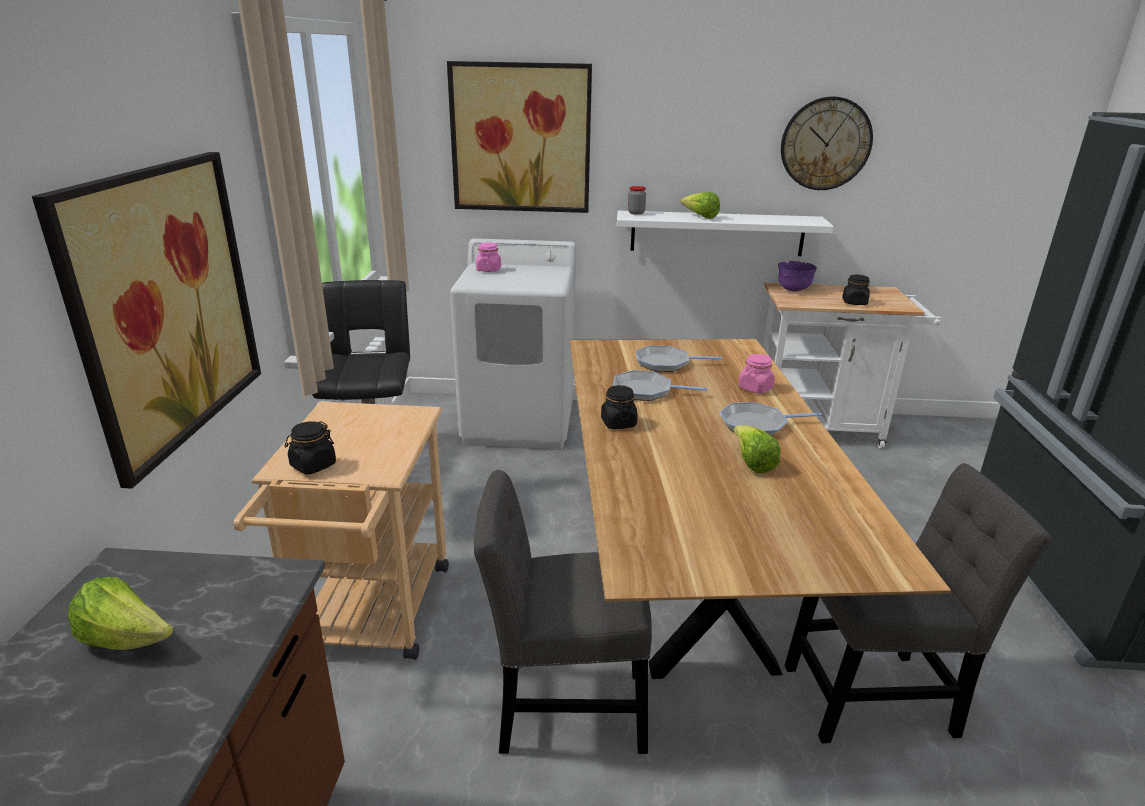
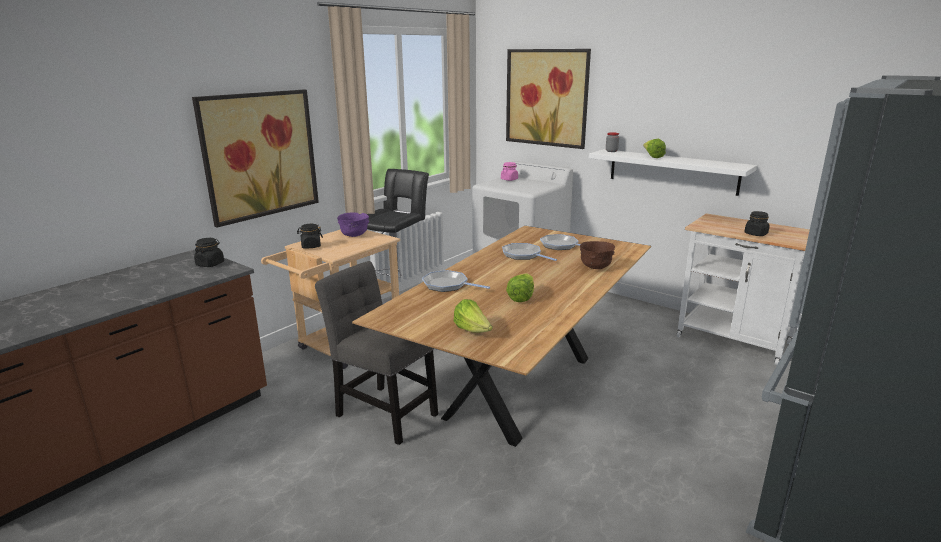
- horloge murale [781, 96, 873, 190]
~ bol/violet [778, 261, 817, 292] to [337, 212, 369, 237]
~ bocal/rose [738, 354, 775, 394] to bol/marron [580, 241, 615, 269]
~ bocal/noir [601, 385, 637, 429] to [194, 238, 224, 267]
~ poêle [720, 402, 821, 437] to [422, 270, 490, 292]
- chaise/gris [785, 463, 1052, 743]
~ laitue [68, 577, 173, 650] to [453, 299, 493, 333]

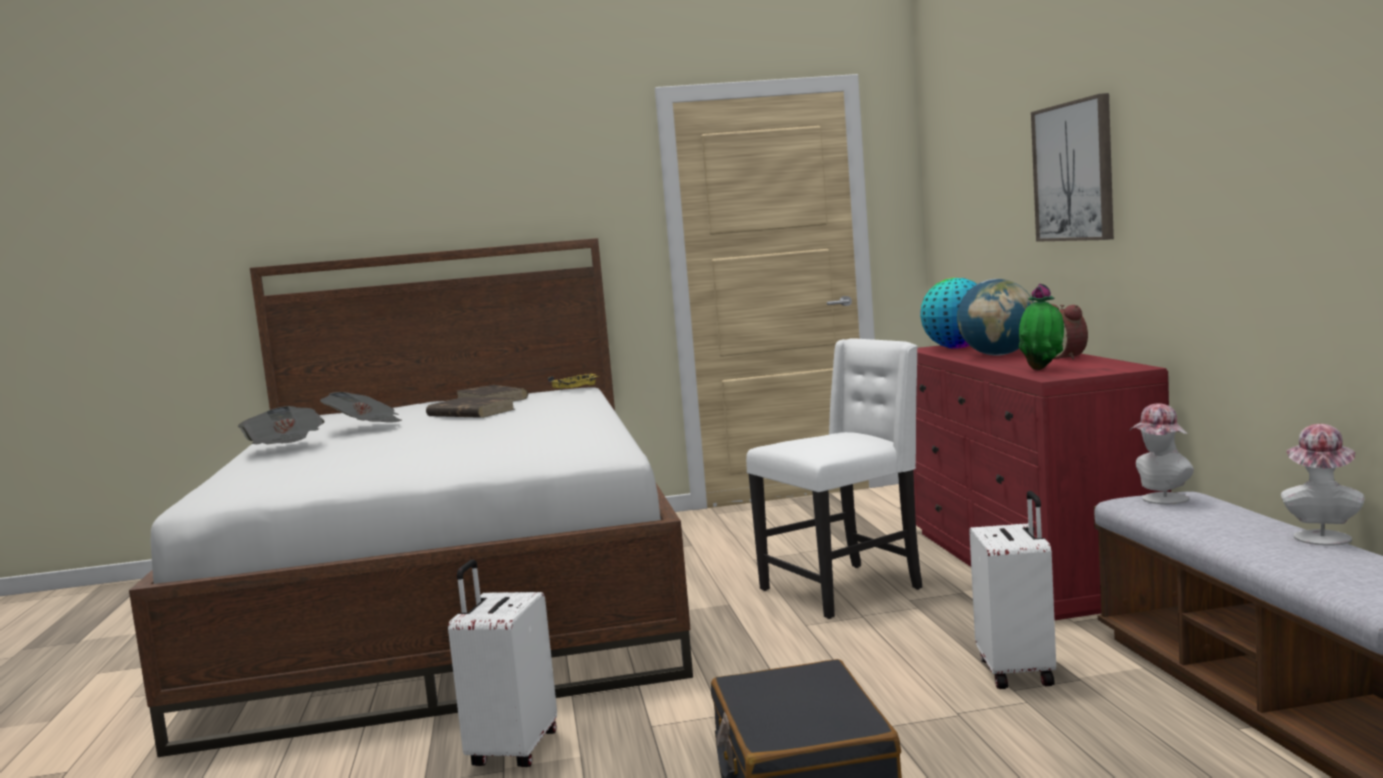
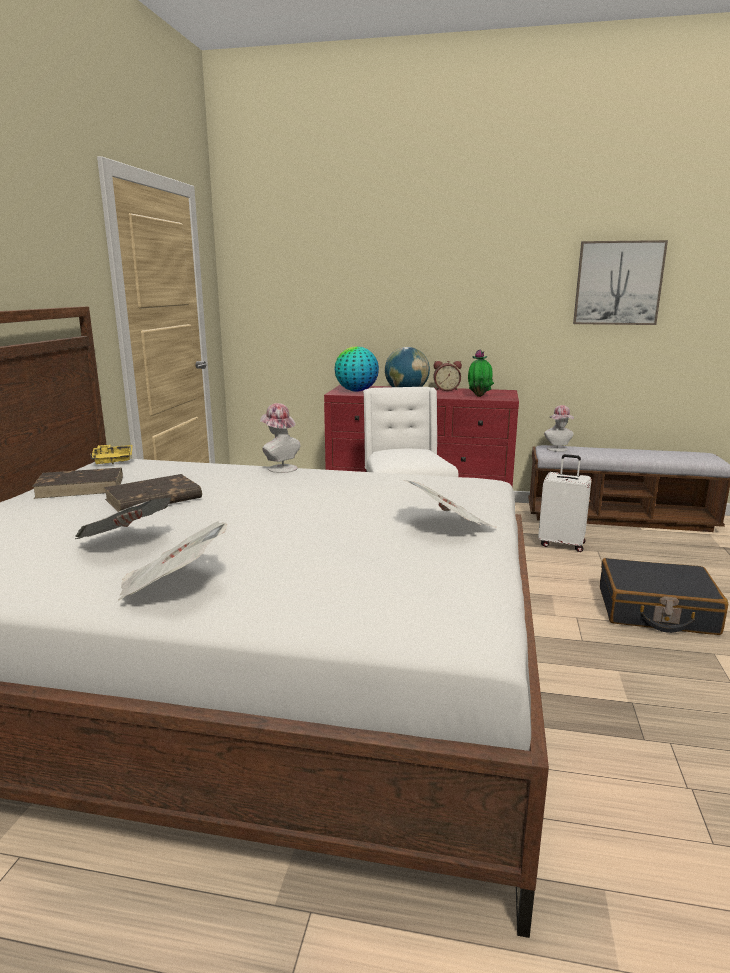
~ tableau [1031, 93, 1114, 242] to [573, 240, 668, 325]
~ chapeau [1281, 424, 1365, 546] to [260, 403, 301, 473]
- valise/blanc [448, 559, 557, 767]
+ journal [404, 480, 495, 527]

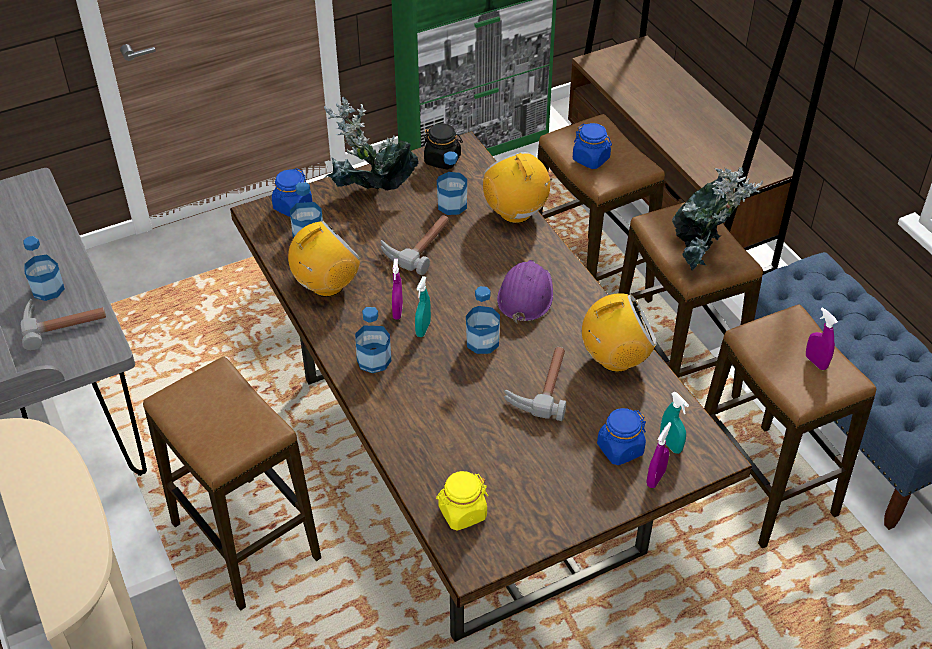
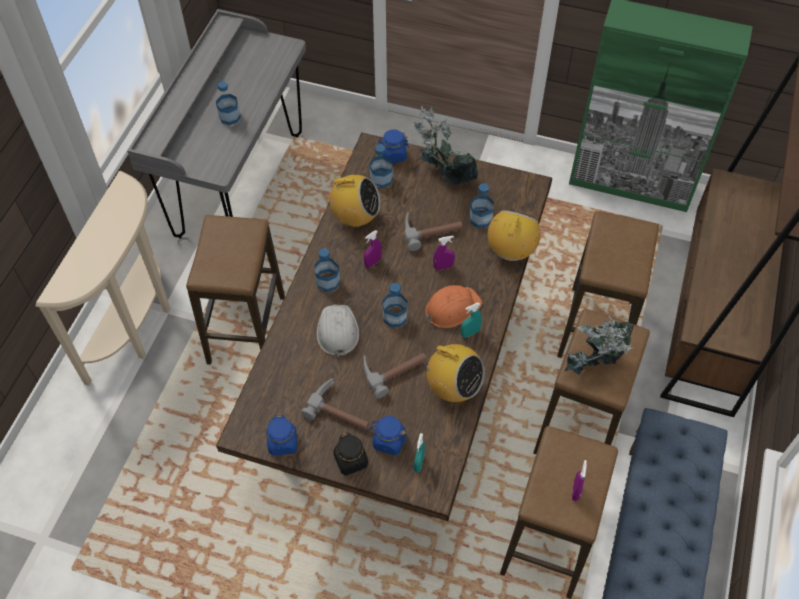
~ bocal/bleu [573, 123, 612, 169] to [267, 414, 297, 455]
~ bocal/noir [423, 124, 463, 170] to [333, 433, 368, 475]
~ casque de chantier/violet [497, 260, 553, 324] to casque de chantier/orange [426, 285, 482, 328]
~ vaporisateur/turquoise [415, 276, 431, 337] to [461, 303, 482, 338]
~ marteau [21, 299, 106, 351] to [301, 378, 369, 430]
~ vaporisateur/violet [647, 422, 671, 488] to [433, 236, 455, 270]
- bocal/jaune [436, 471, 488, 531]
+ casque de chantier/blanc [316, 304, 359, 358]

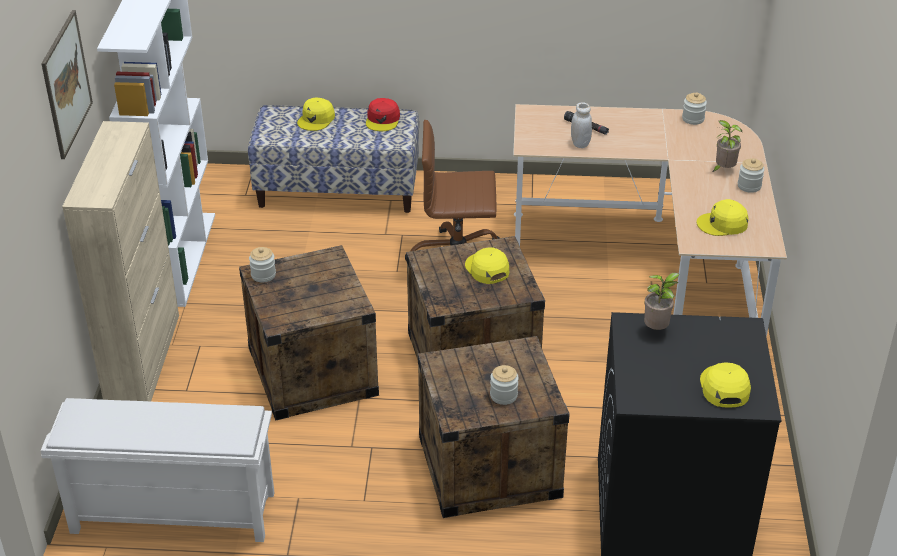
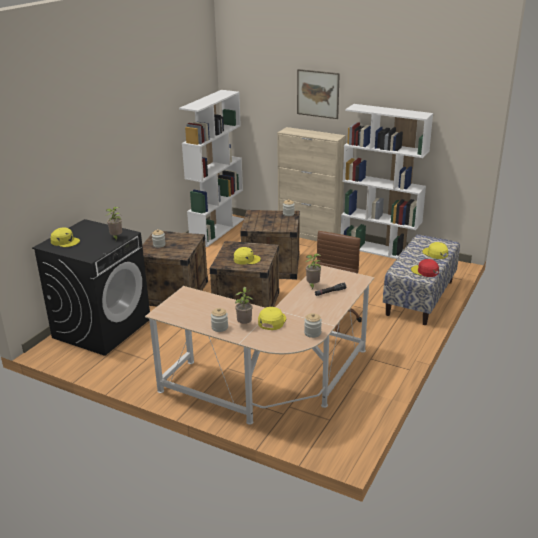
~ bocal/blanc [571, 102, 592, 148] to plante en pot [305, 253, 321, 289]
~ casquette/jaune [696, 199, 749, 236] to [258, 307, 286, 330]
~ étagère à chaussures/blanc [41, 398, 274, 542] to bibliothèque/blanc [179, 90, 244, 247]

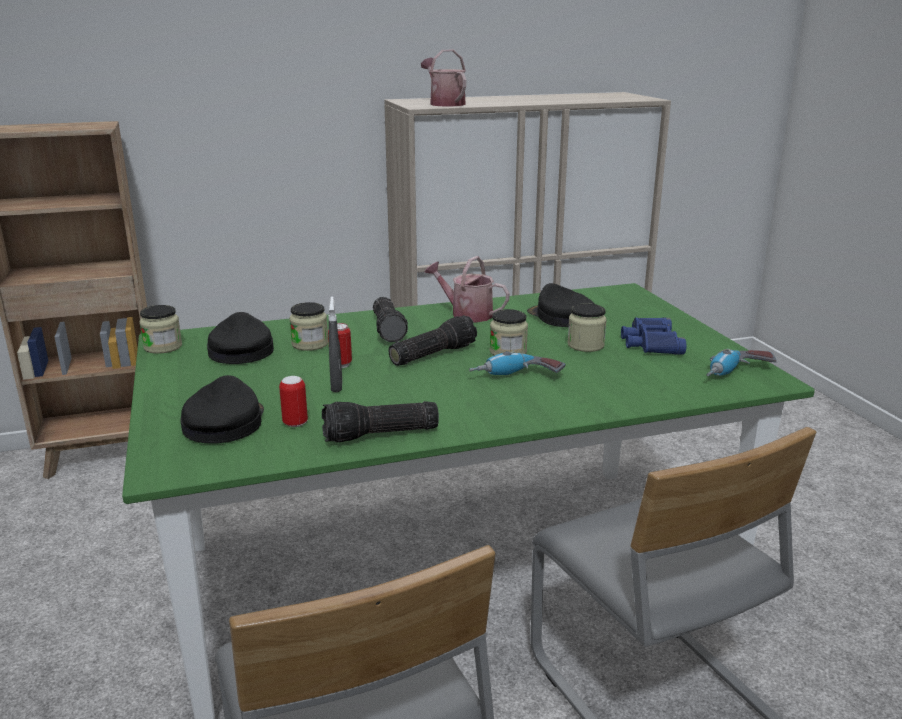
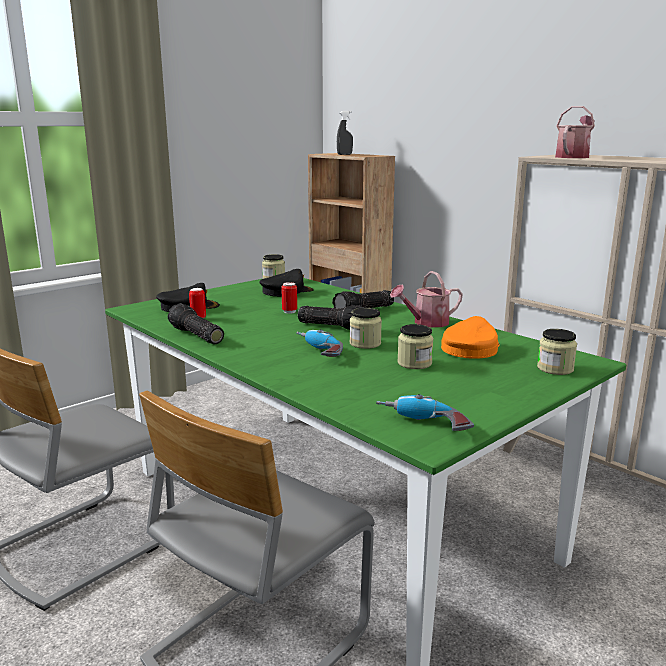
~ arrosoir [424, 256, 510, 323] = [390, 271, 463, 328] 120 degrees counterclockwise
~ casquette/noir [527, 283, 595, 327] to casquette/orange [441, 316, 500, 359]
~ vaporisateur/gris [328, 297, 342, 392] to [337, 111, 353, 155]
~ bocal [289, 302, 328, 351] to [537, 329, 577, 375]
- jumelles/bleu [621, 318, 686, 355]

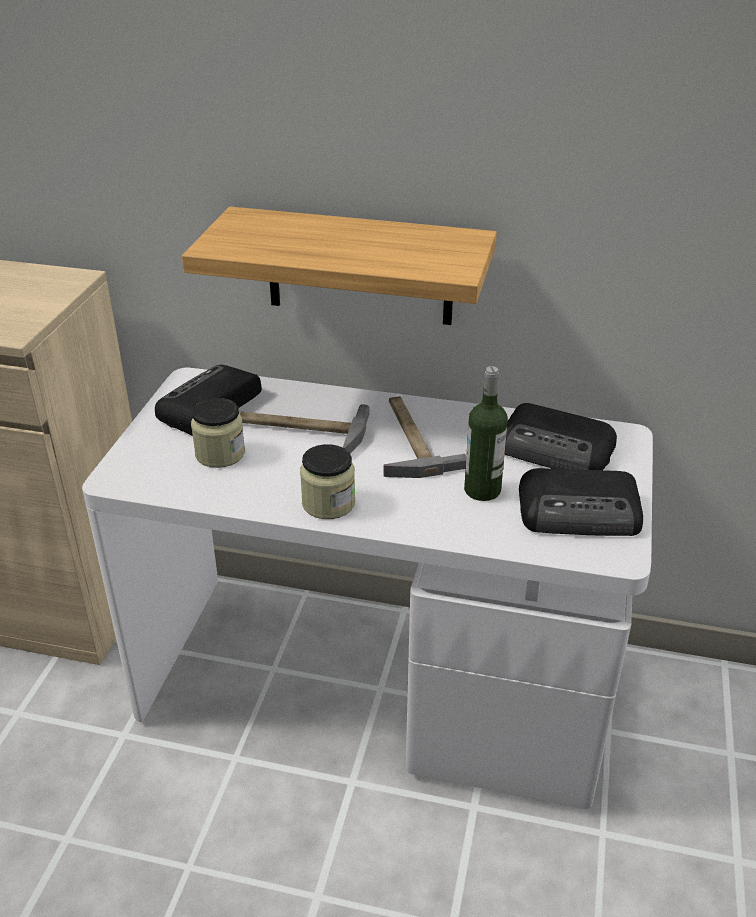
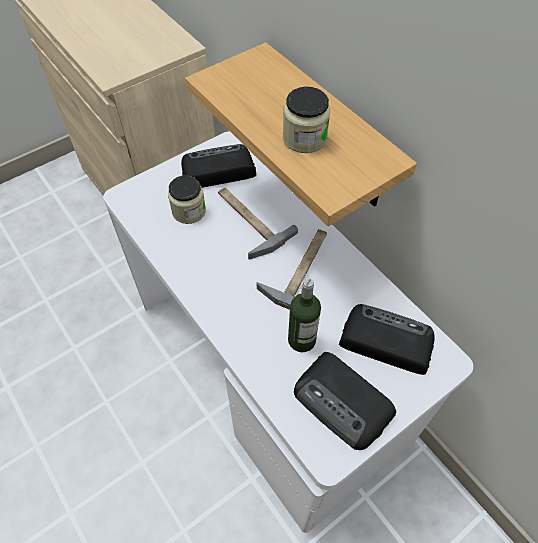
~ radio [504, 403, 617, 470] = [339, 304, 435, 375] 135 degrees clockwise
~ bocal [300, 444, 355, 519] to [283, 87, 330, 153]

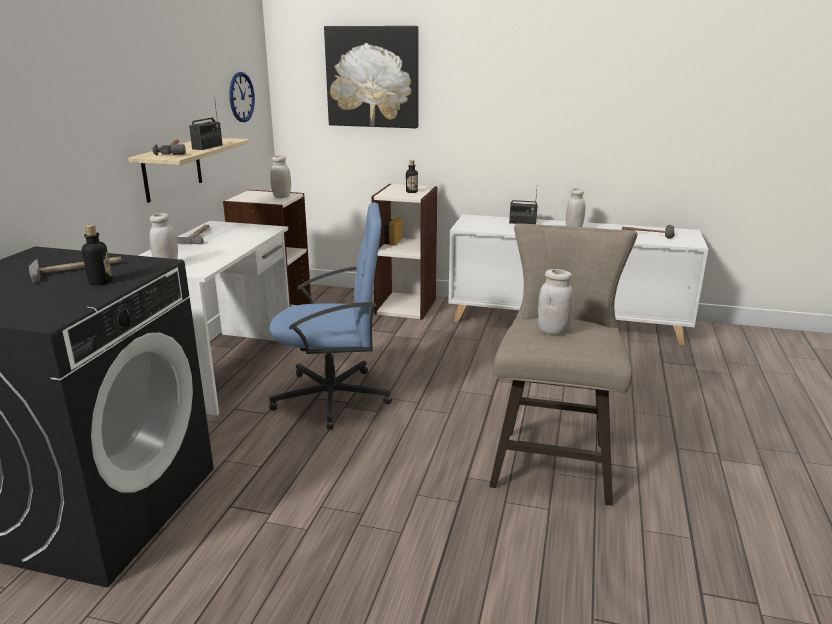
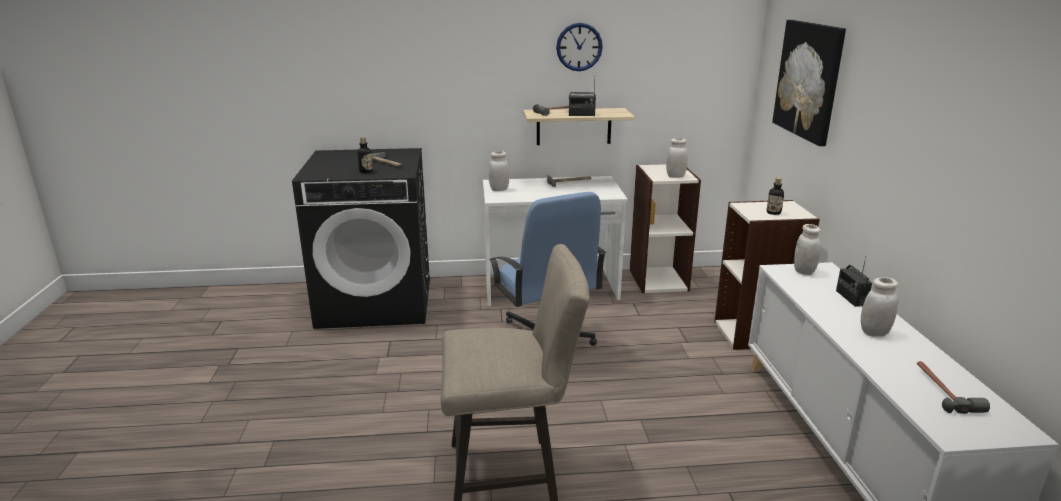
~ horloge murale [229, 72, 255, 122] to [556, 23, 603, 71]
~ bocal/blanc [538, 269, 573, 335] to [794, 224, 821, 275]

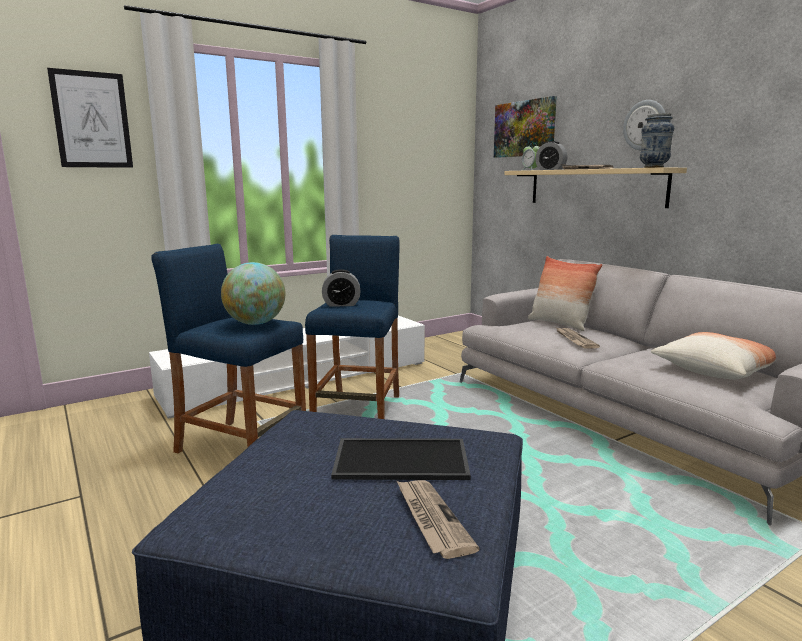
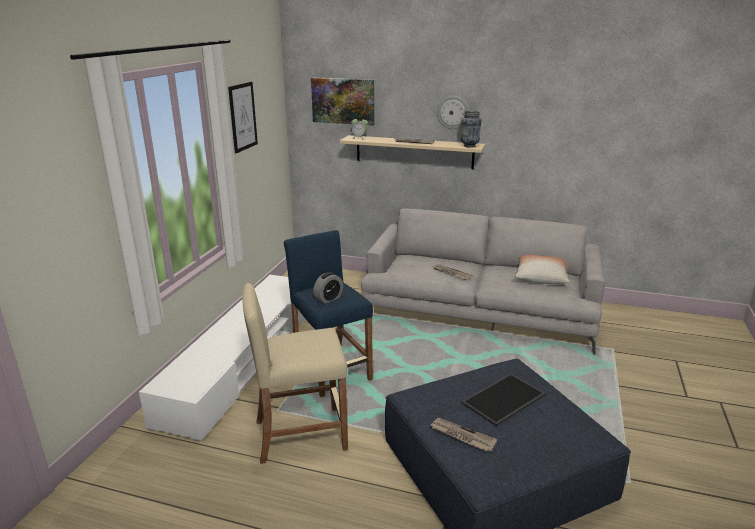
~ tableau [47, 68, 133, 168] to [228, 82, 258, 153]
- réveil [535, 141, 568, 170]
~ tabouret/bleu [151, 244, 306, 453] to tabouret/beige [242, 283, 348, 464]
- coussin [528, 256, 602, 331]
- globe [221, 262, 285, 325]
~ journal [397, 480, 480, 559] to [430, 418, 497, 451]

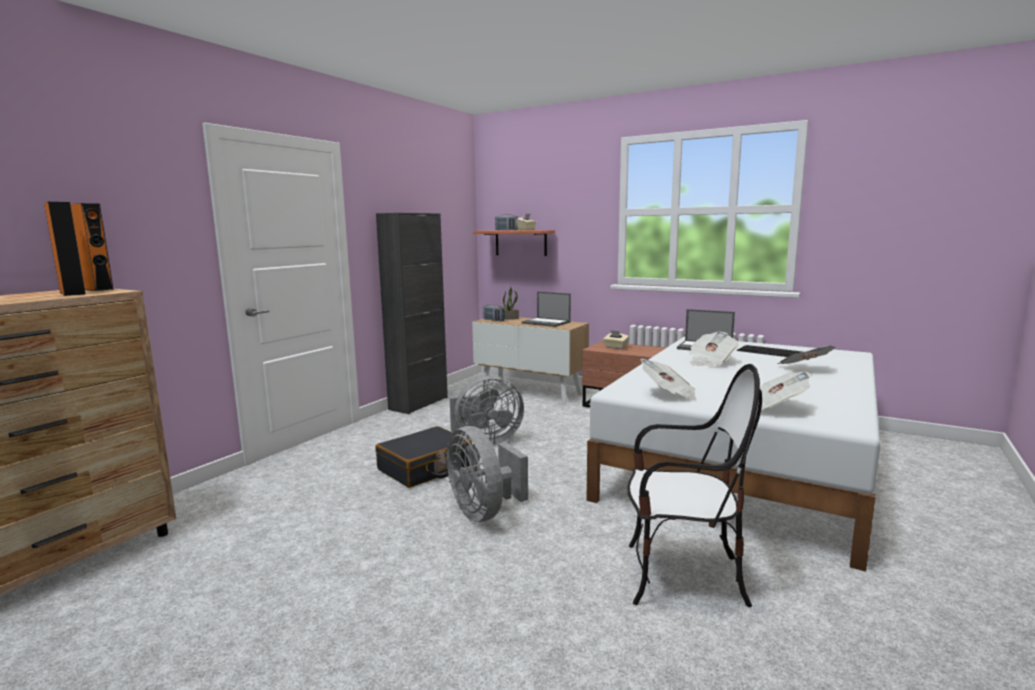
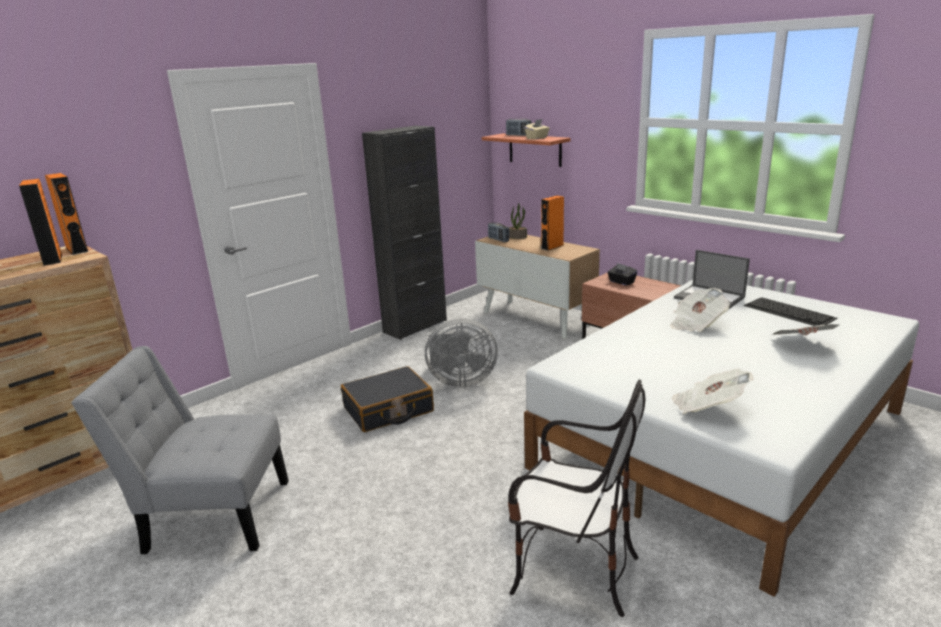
~ ordinateur portable [522, 292, 571, 327] to enceinte/orange [541, 195, 564, 251]
~ boîte à mouchoirs/beige [603, 330, 629, 349] to boîte à mouchoirs/noir [608, 263, 638, 286]
- journal [640, 359, 697, 401]
- ventilateur/gris [447, 426, 528, 522]
+ chaise/gris [71, 346, 289, 554]

